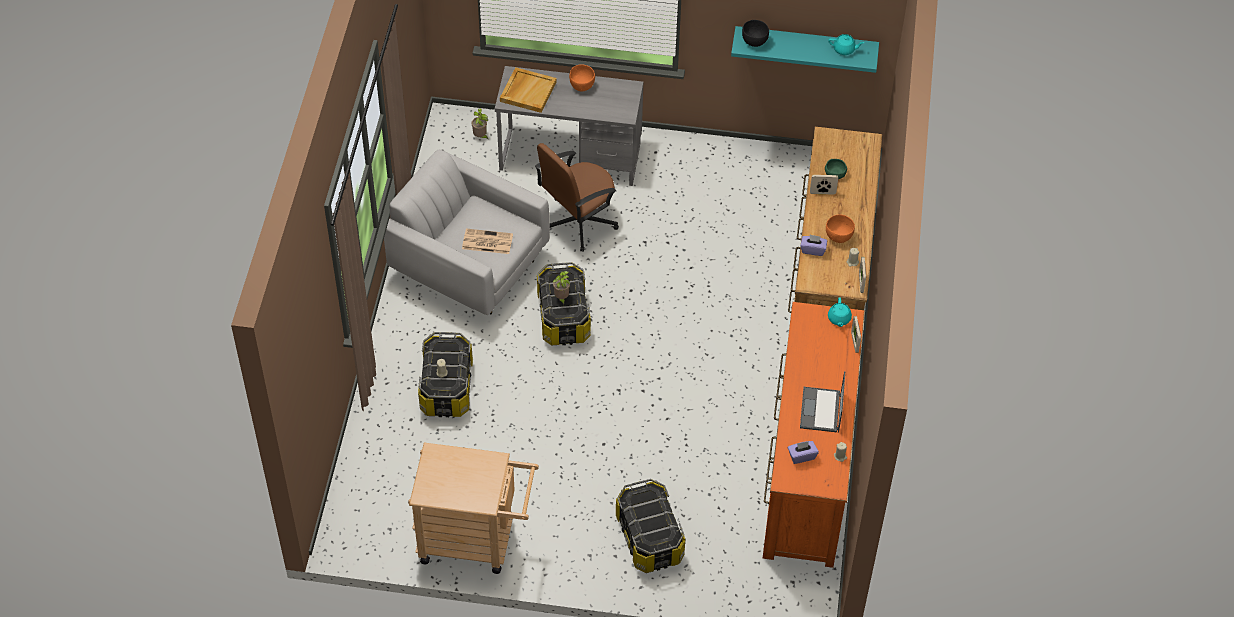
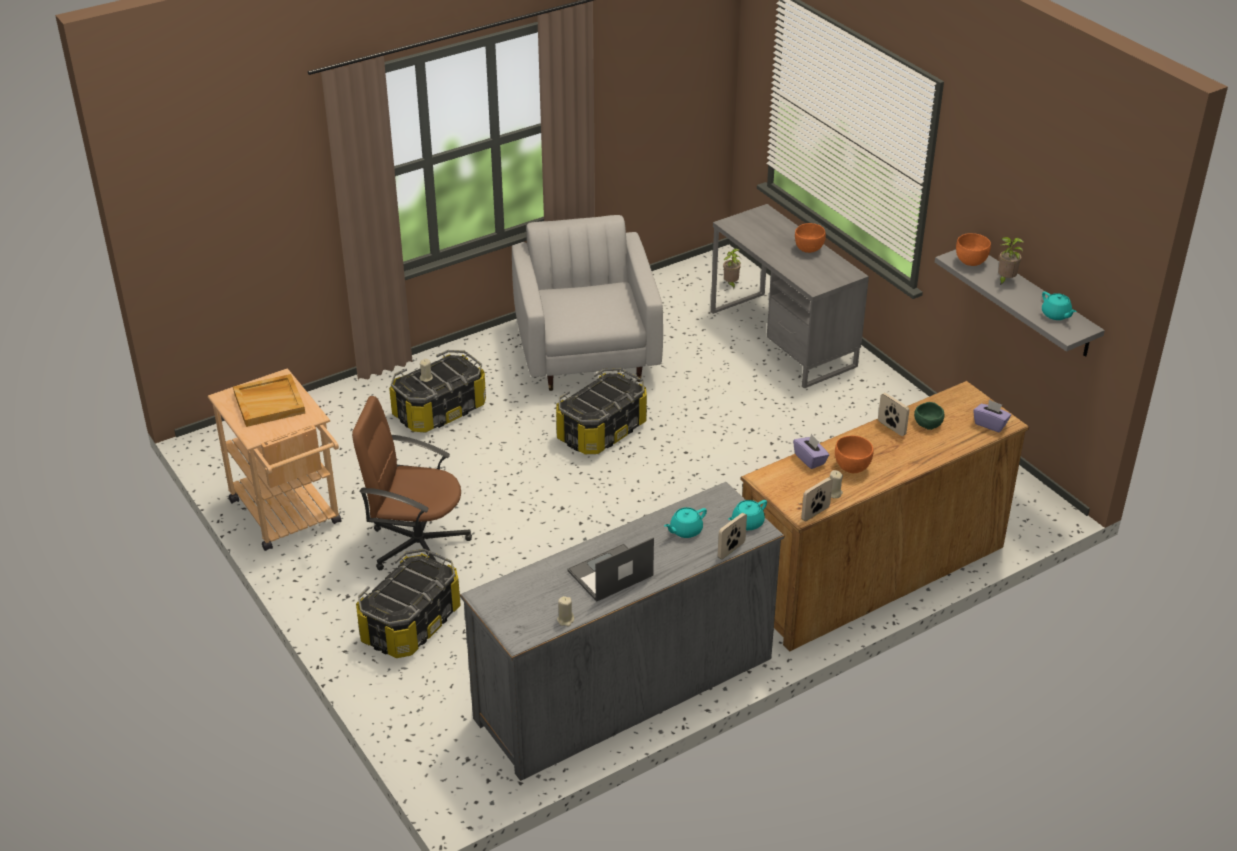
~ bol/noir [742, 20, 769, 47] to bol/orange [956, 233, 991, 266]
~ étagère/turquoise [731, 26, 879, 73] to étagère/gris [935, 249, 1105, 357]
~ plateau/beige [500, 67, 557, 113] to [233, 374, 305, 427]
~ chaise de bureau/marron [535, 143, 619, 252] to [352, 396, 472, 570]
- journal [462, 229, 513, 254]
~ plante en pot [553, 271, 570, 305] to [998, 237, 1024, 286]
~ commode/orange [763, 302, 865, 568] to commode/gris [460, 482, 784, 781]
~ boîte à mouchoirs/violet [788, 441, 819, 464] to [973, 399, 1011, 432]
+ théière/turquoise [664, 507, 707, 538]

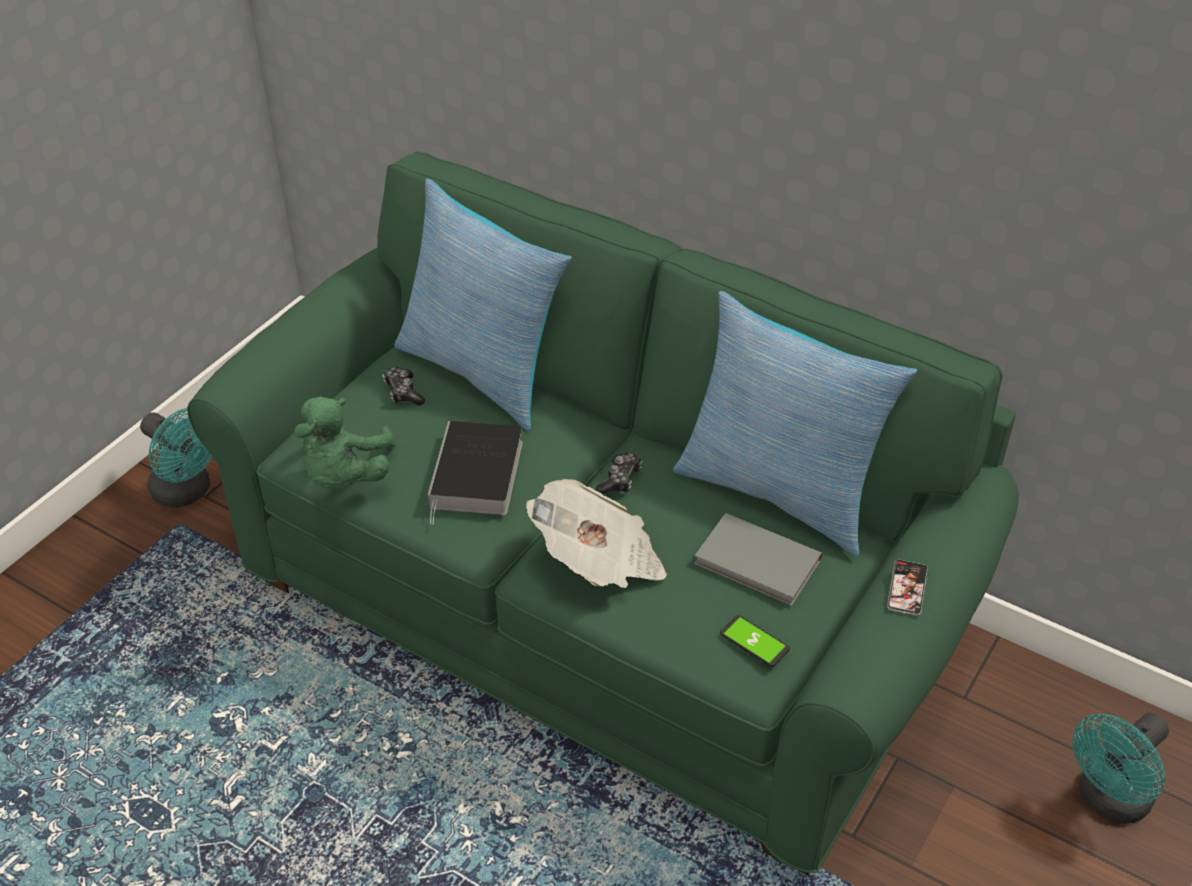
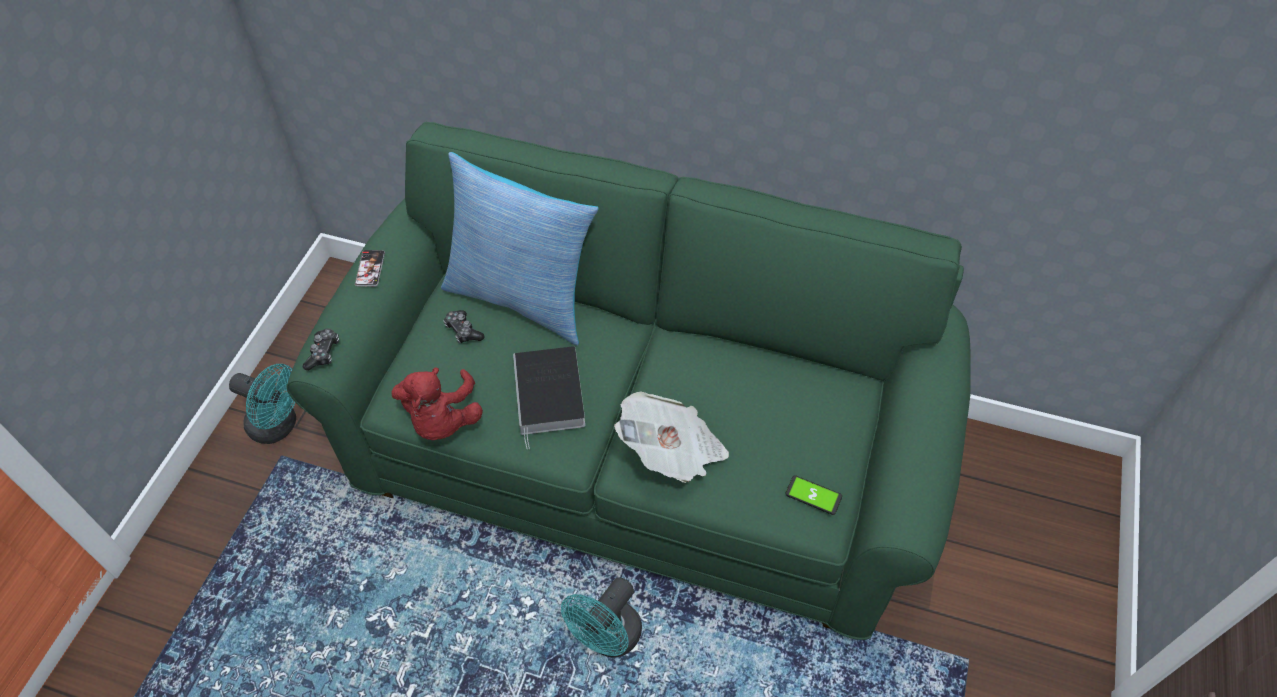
- coussin [673, 291, 917, 556]
~ peluche/vert [294, 396, 396, 489] to peluche/rouge [392, 367, 483, 440]
~ manette [596, 452, 642, 494] to [303, 328, 339, 370]
- livre/gris [694, 513, 822, 606]
~ téléphone [887, 560, 928, 616] to [355, 250, 385, 287]
~ ventilateur/turquoise [1073, 713, 1169, 824] to [561, 577, 642, 657]

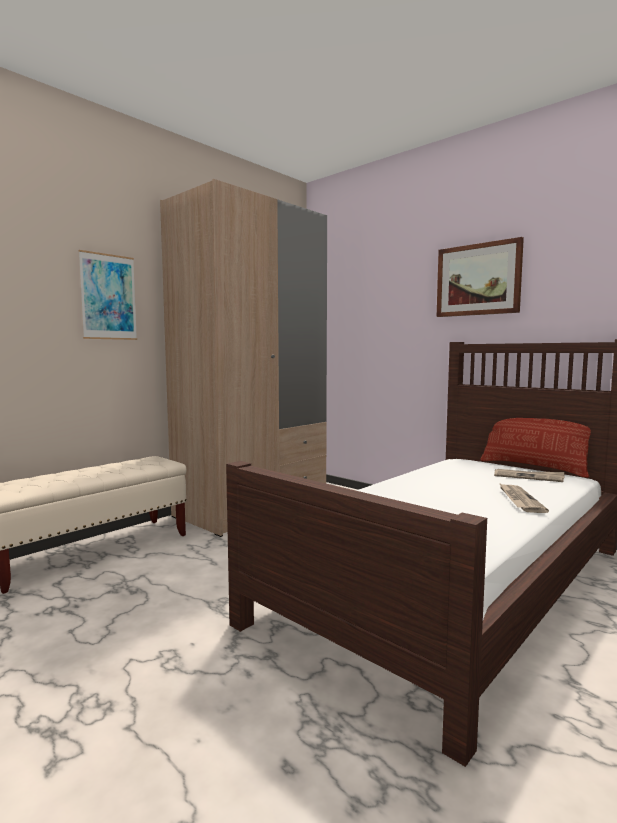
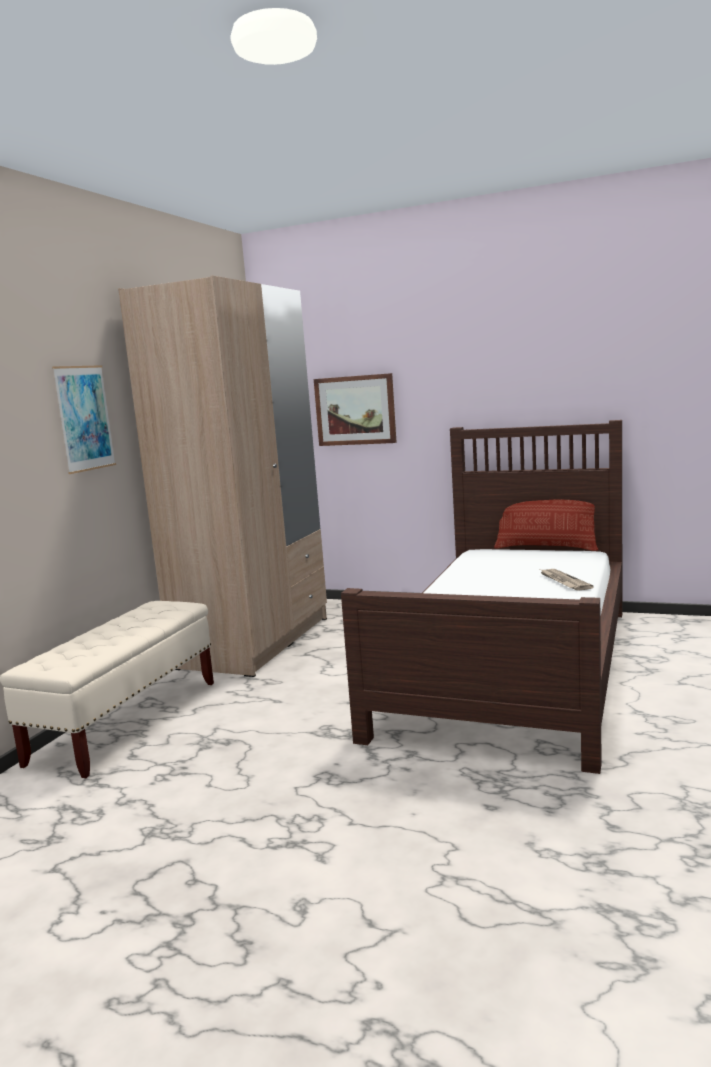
~ tableau [437, 237, 524, 317] to [314, 373, 397, 446]
- journal [494, 469, 565, 482]

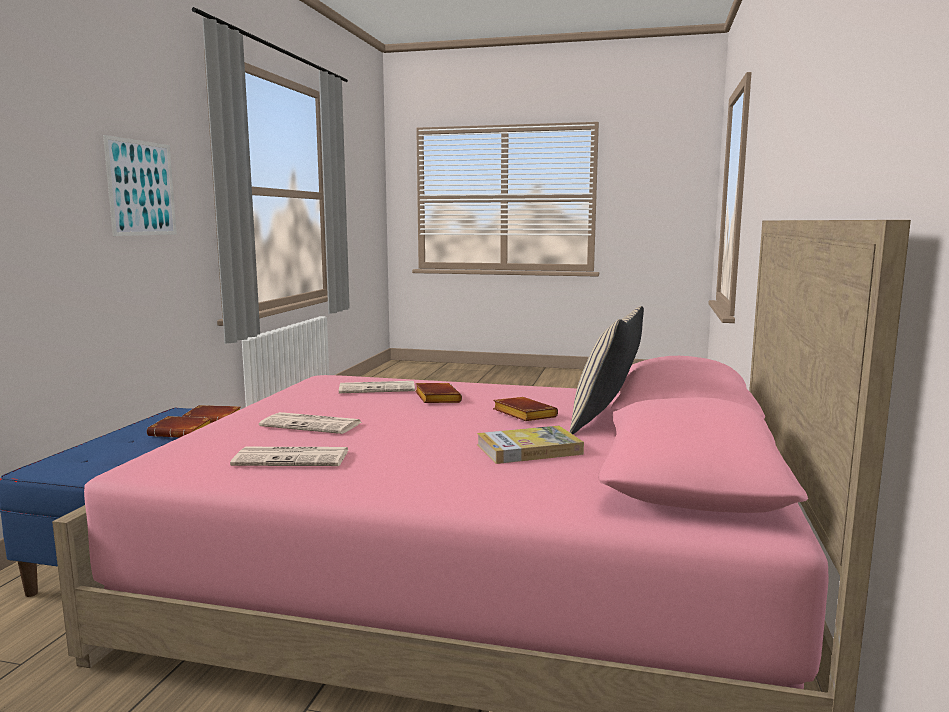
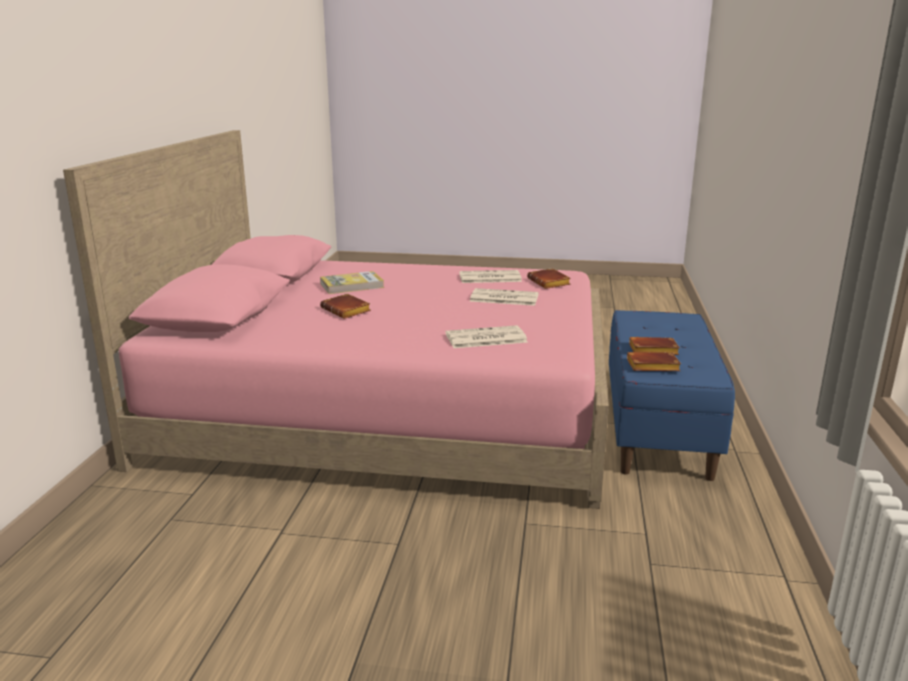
- tableau [103, 135, 177, 236]
- coussin/beige [570, 306, 644, 434]
~ livre/marron [415, 383, 462, 403] to [527, 268, 571, 289]

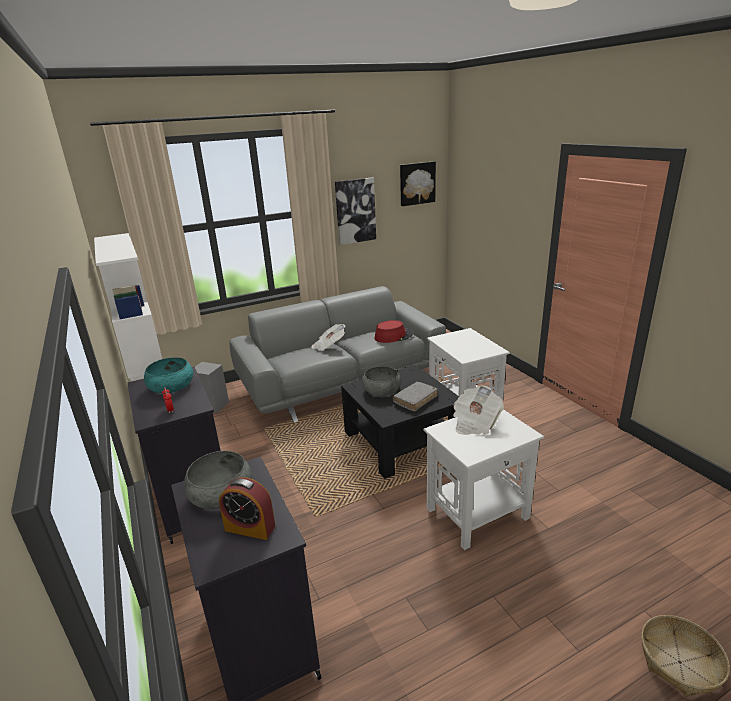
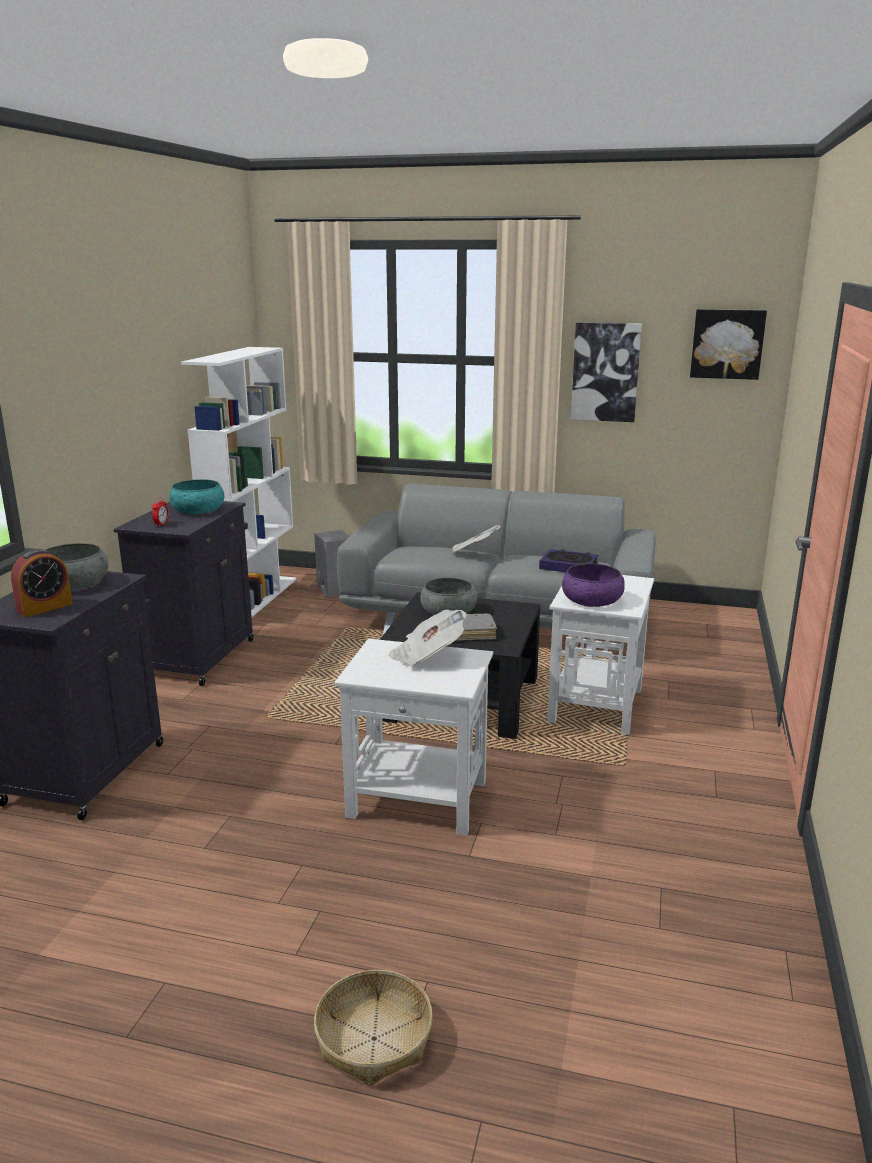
~ chapeau/rouge [375, 320, 413, 343] to livre [539, 549, 598, 572]
~ réveil [219, 477, 275, 540] = [11, 549, 73, 617] 105 degrees counterclockwise
+ bol/violet [562, 563, 625, 607]

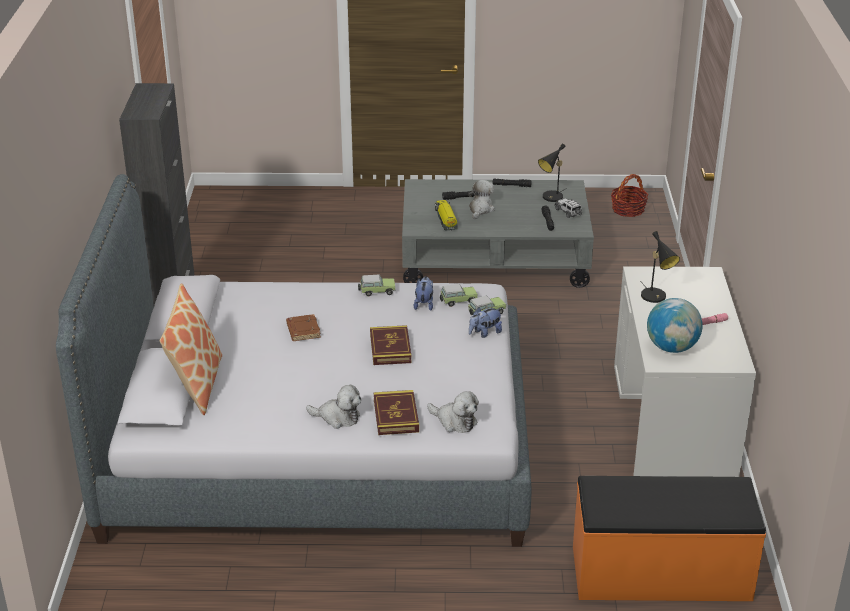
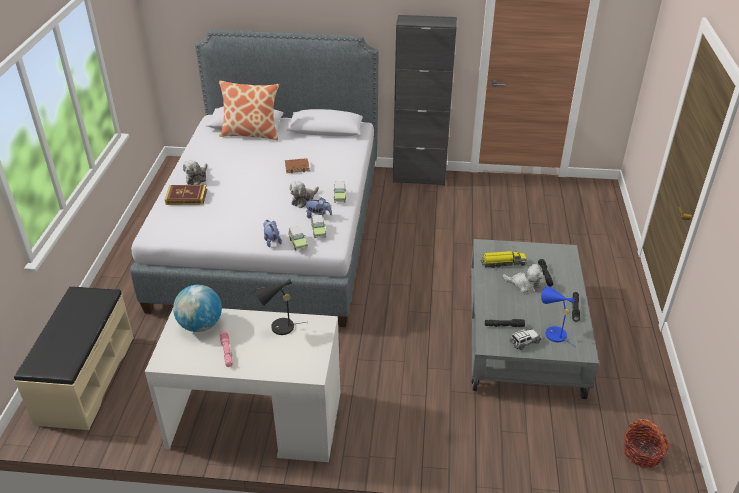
~ lampe de table/noir [538, 144, 567, 202] to lampe de table/bleu [541, 286, 575, 347]
- livre [370, 325, 412, 365]
~ peluche [427, 391, 479, 433] to [289, 181, 319, 208]
~ banc/orange [573, 476, 766, 601] to banc/beige [14, 286, 134, 430]

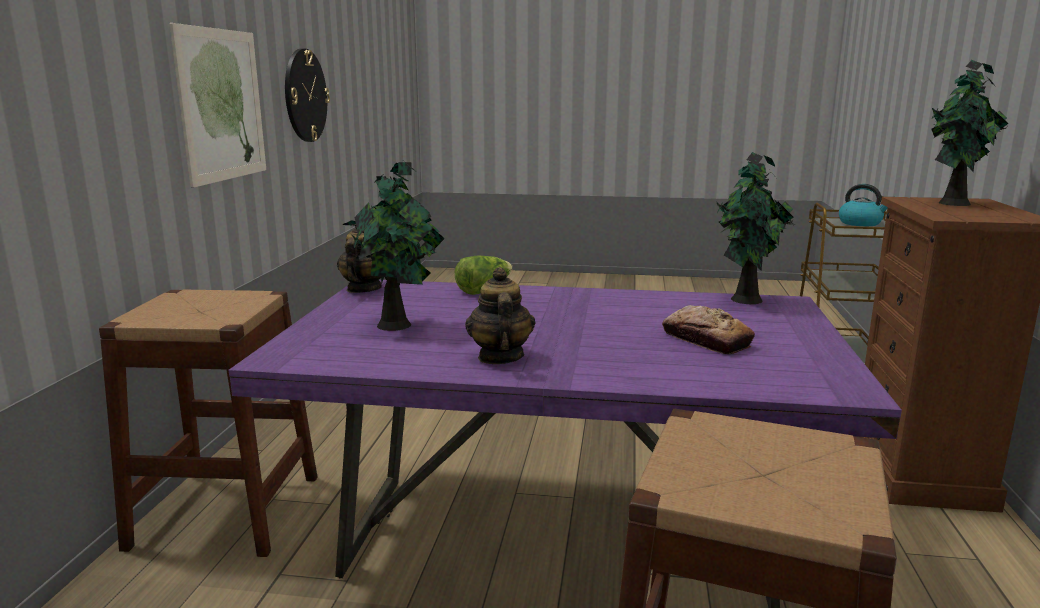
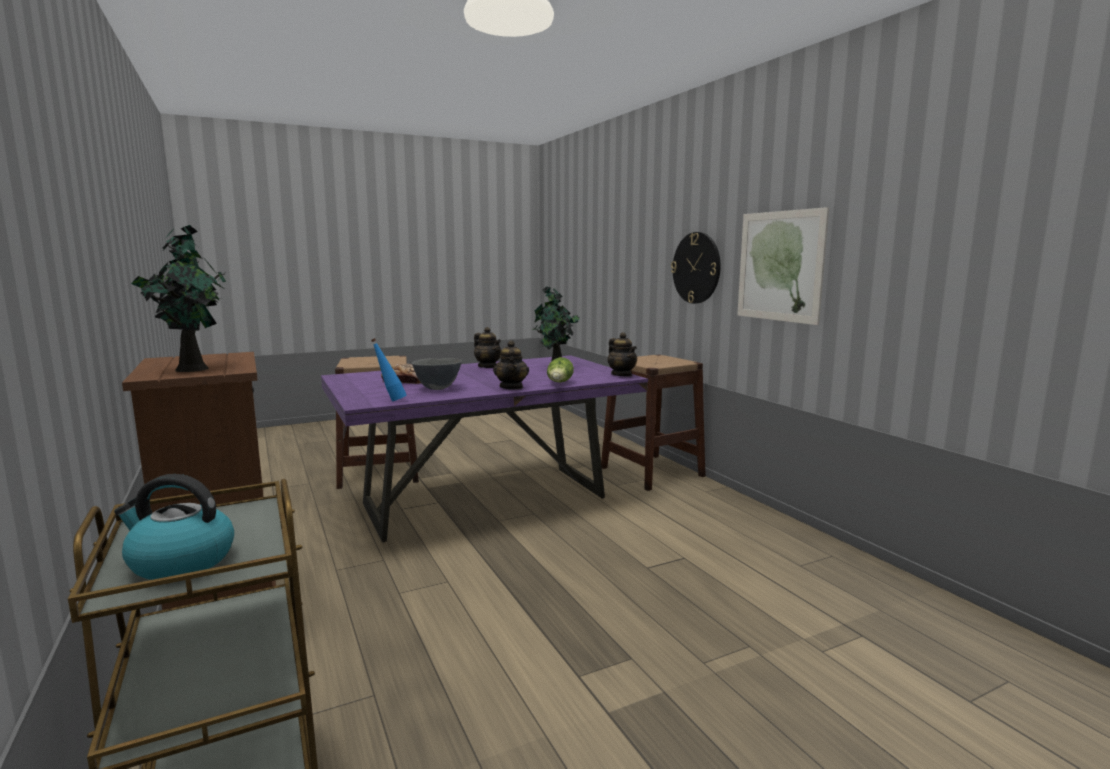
~ horloge murale [285, 49, 330, 142] to [671, 232, 721, 304]
~ plante en pot [717, 152, 795, 304] to bouteille/bleu [371, 338, 407, 401]
+ théière [493, 340, 529, 390]
+ bol/gris [412, 358, 462, 390]

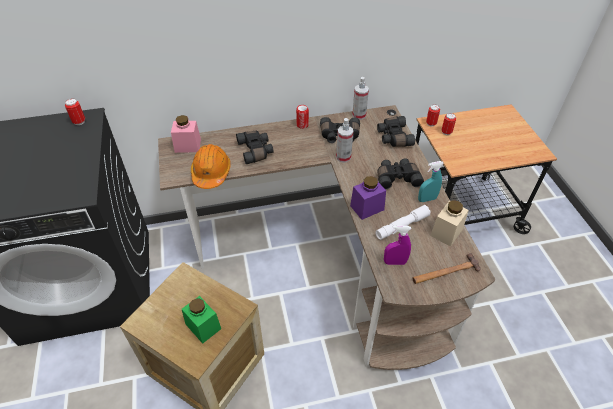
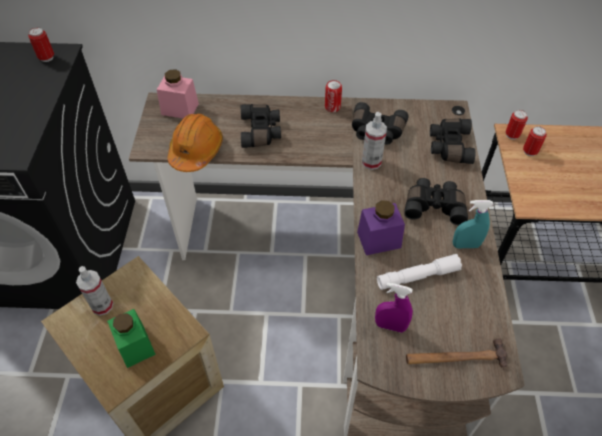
~ vaporisateur [352, 77, 369, 120] to [76, 266, 113, 316]
- bocal/beige [430, 200, 469, 247]

